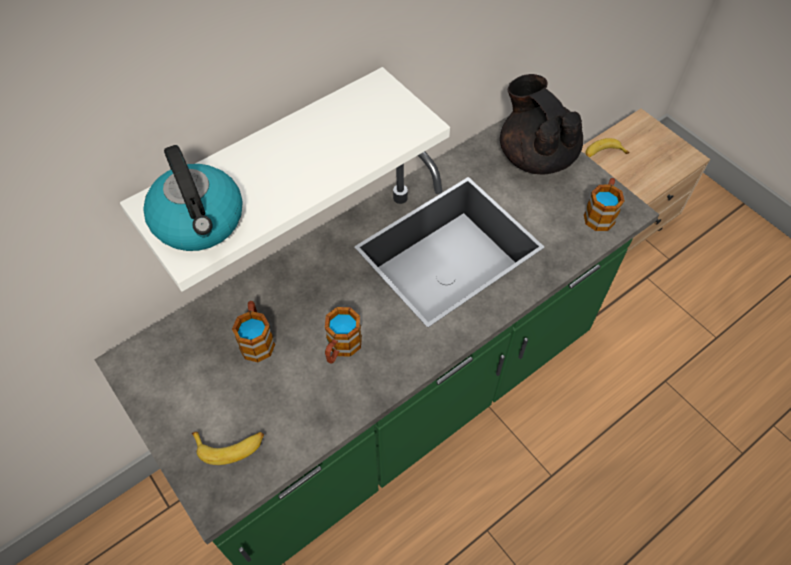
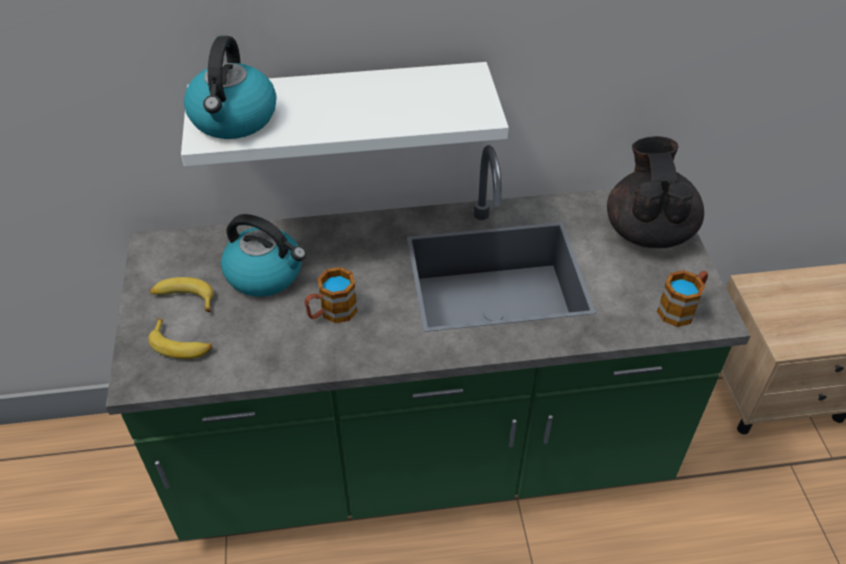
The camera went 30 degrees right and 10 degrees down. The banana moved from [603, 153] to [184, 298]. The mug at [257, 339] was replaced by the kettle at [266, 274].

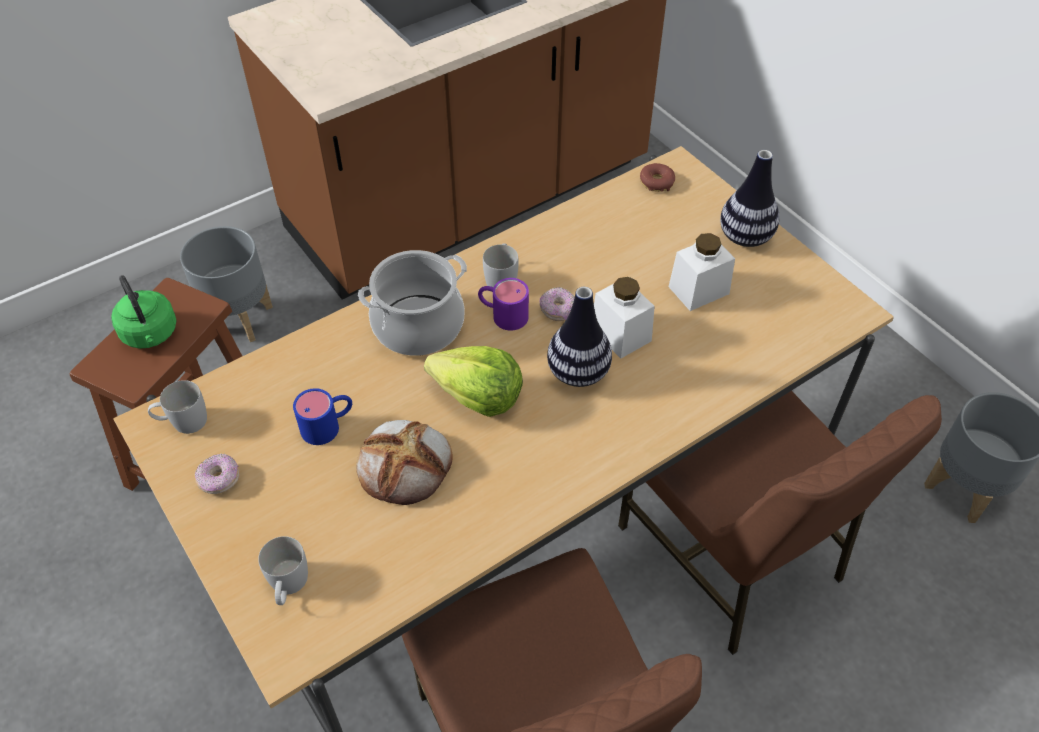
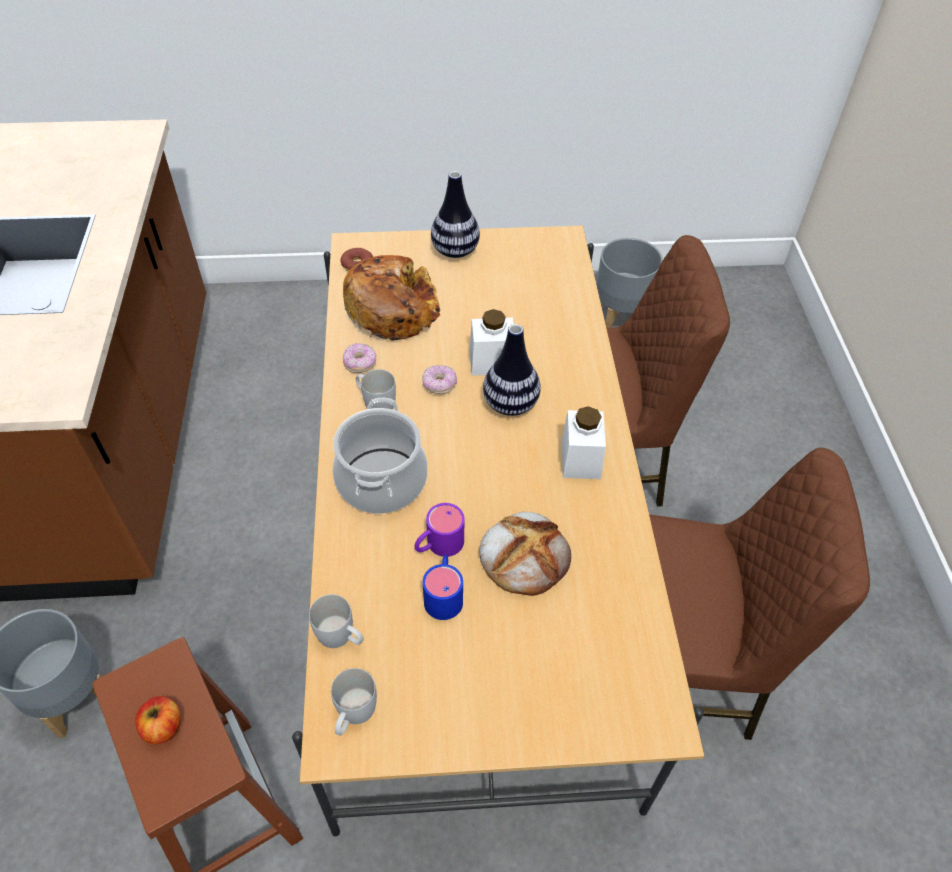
The camera went 60 degrees left and 0 degrees up. The jar (white) moved from [698, 290] to [580, 459]. The kettle (green) at [151, 335] was replaced by the apple at [163, 727]. The mug (purple) moved from [502, 314] to [438, 545]. The lettuce at [478, 397] disappeared. The donut moved from [219, 480] to [360, 363]. The mug (white) moved from [288, 586] to [341, 636]. The bread at [393, 308] appeared.

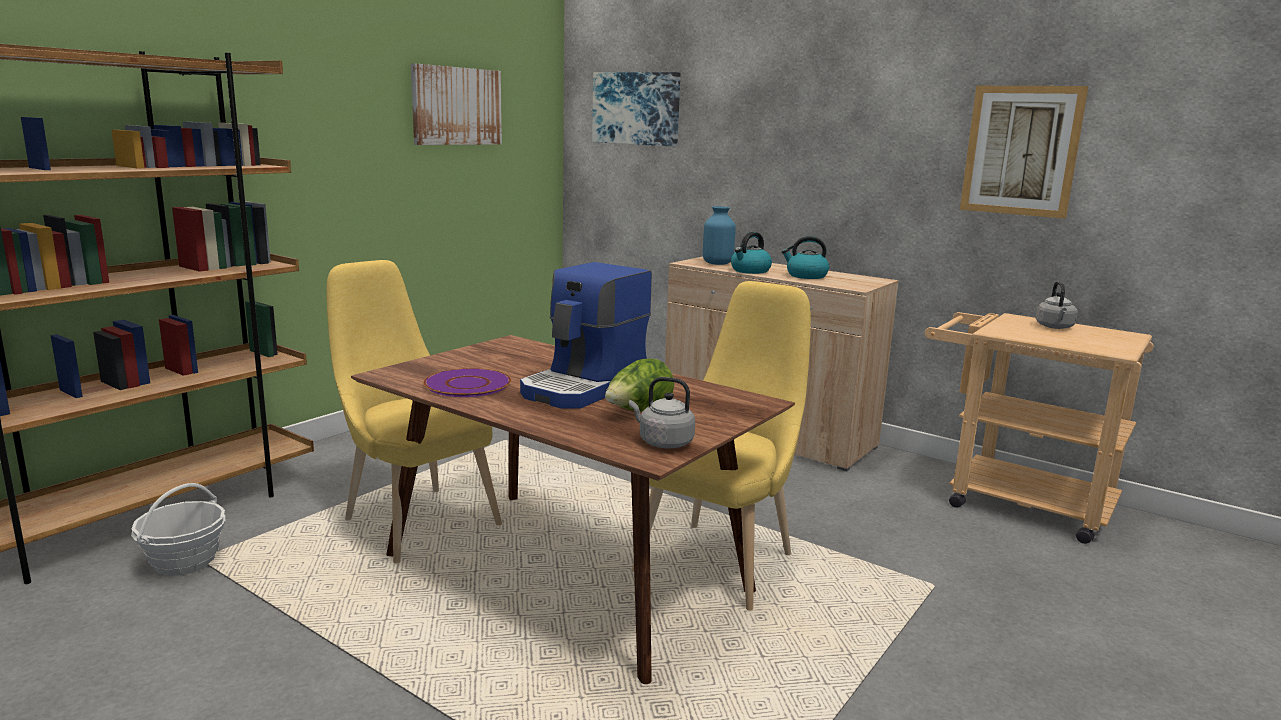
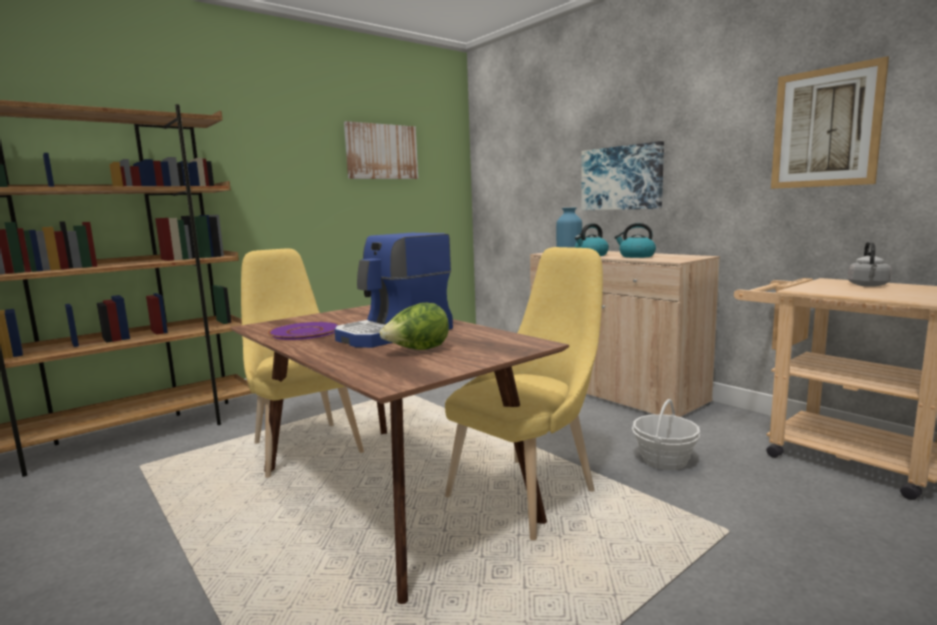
The camera went 15 degrees right and 5 degrees down. The picture moved from [636, 108] to [621, 178]. The kettle (grey) at [663, 442] disappeared. The basket moved from [184, 562] to [664, 460].

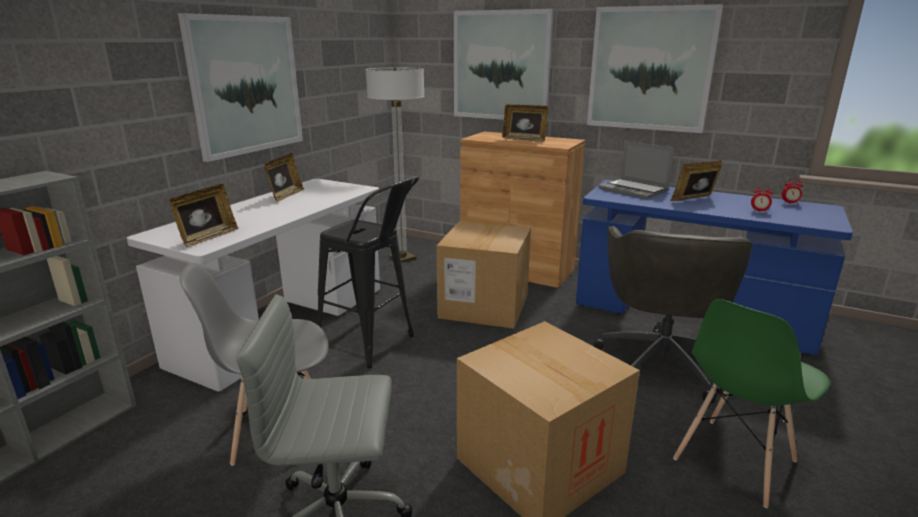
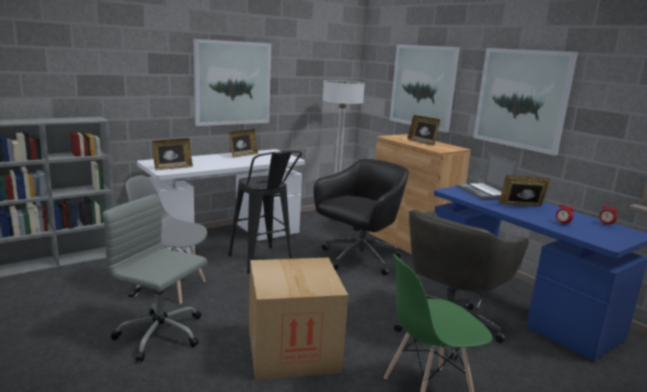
The camera went 25 degrees right and 5 degrees down. The cardboard box at [484, 306] was replaced by the office chair (black) at [358, 259].

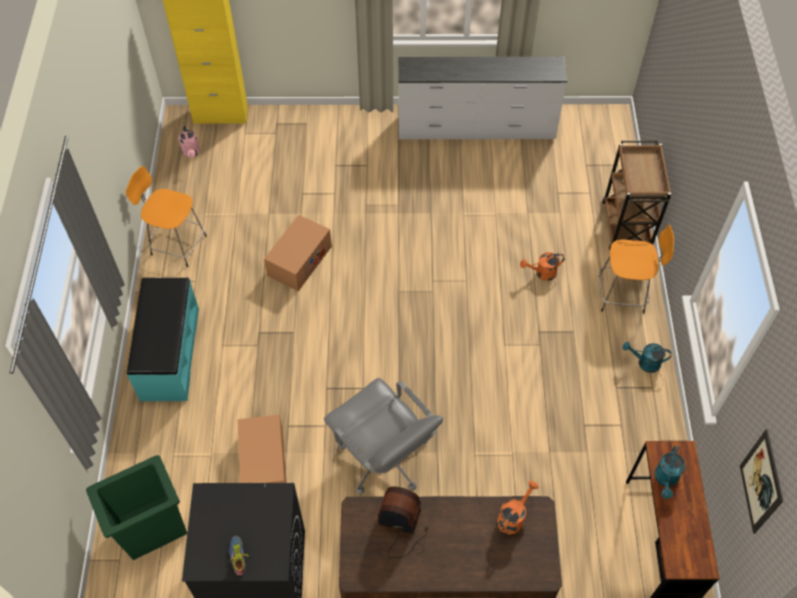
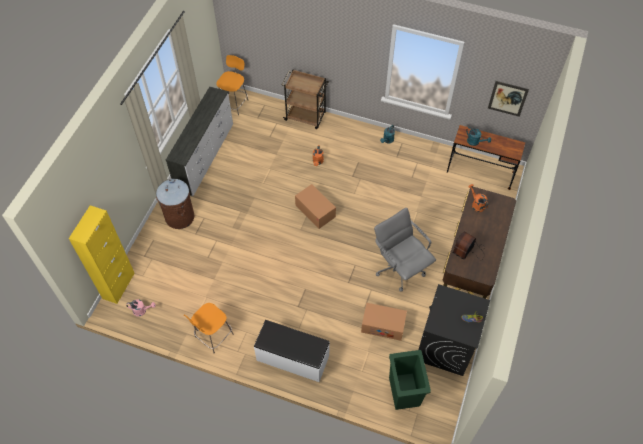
The camera went 70 degrees left and 0 degrees up. The cardboard box moved from [299, 261] to [315, 211]. The stool (orange) moved from [623, 294] to [234, 103]. The bench (turquoise) at [169, 353] became the bench (white) at [292, 358]. The office chair (grey) at [384, 458] turned 105 degrees counterclockwise. The trash can (brown) at [179, 217] appeared.

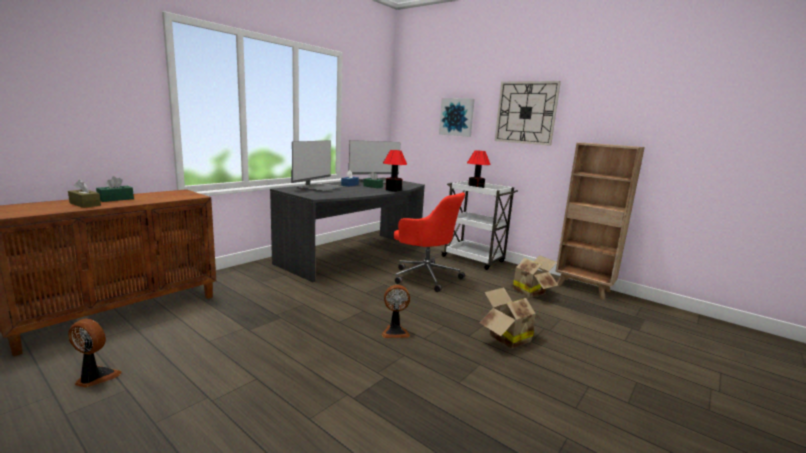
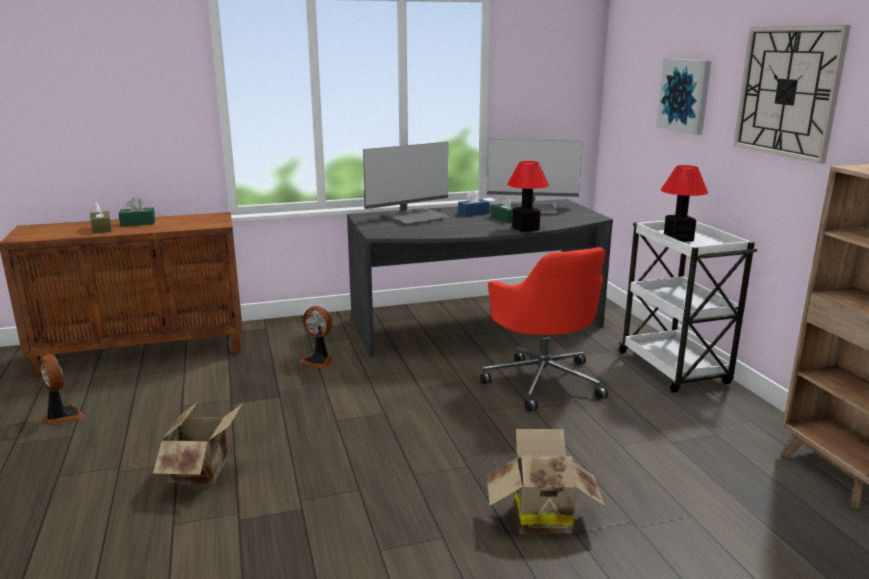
The camera went 35 degrees right and 5 degrees up. The cardboard box moved from [529, 291] to [204, 471]. The fan moved from [395, 332] to [319, 361].

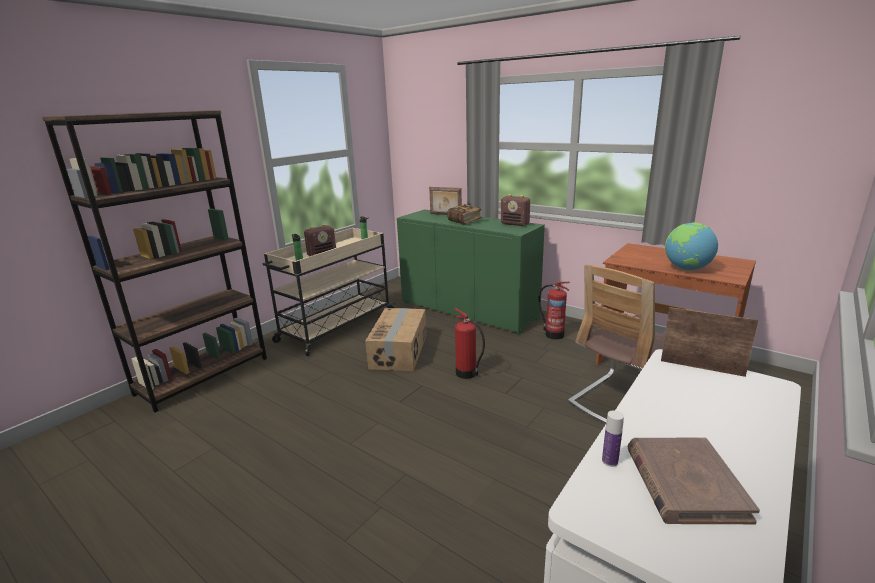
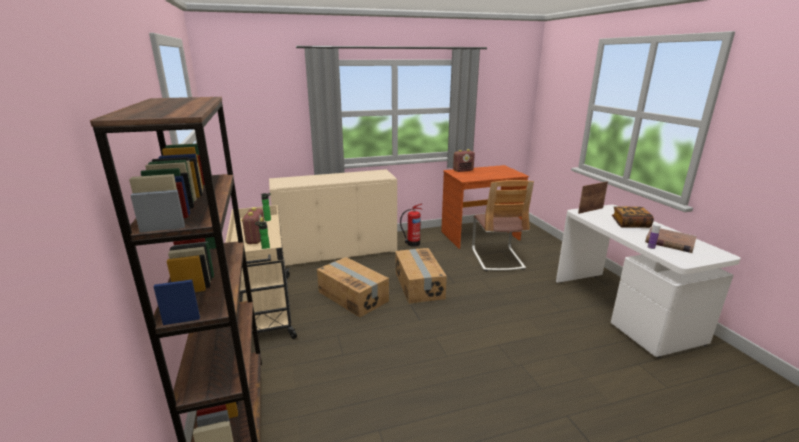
The camera went 55 degrees left and 0 degrees up. The picture frame at [445, 215] disappeared. The radio moved from [515, 224] to [463, 170]. The book moved from [464, 221] to [630, 224]. The cabinet (green) at [468, 310] became the cabinet (beige) at [337, 252]. The globe at [686, 269] disappeared. The fire extinguisher at [467, 374] was replaced by the cardboard box at [418, 285].

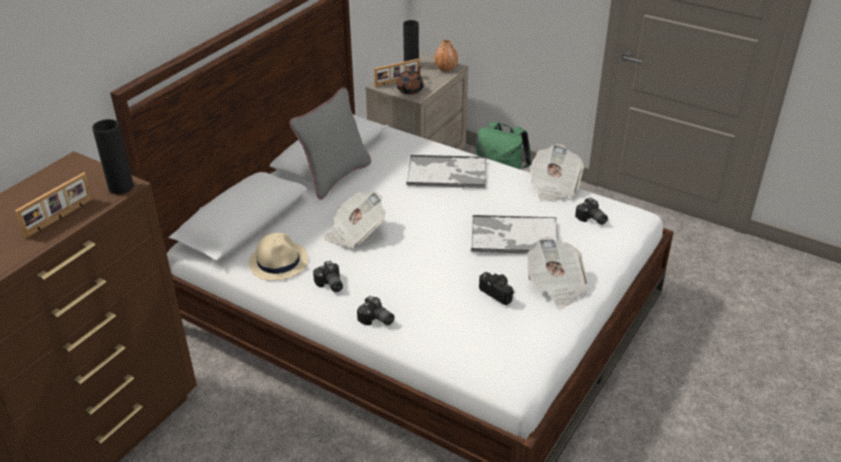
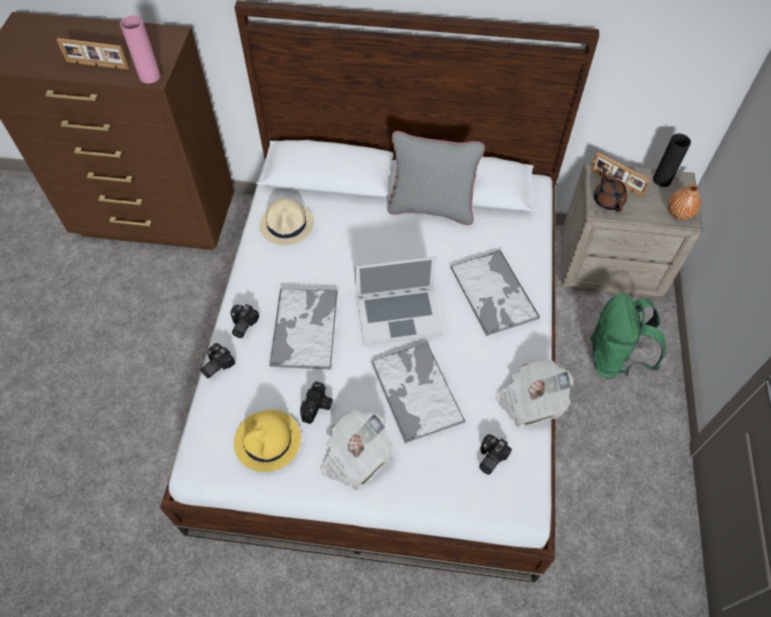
The camera went 65 degrees right and 20 degrees up. The teapot (brown) at [410, 89] turned 105 degrees counterclockwise. The vase (black) at [121, 187] became the vase (pink) at [150, 76]. The newspaper at [355, 233] disappeared. The photo camera moved from [329, 285] to [215, 365]. The laptop at [399, 315] appeared. The tray at [304, 327] appeared. The hat (yellow) at [268, 441] appeared.

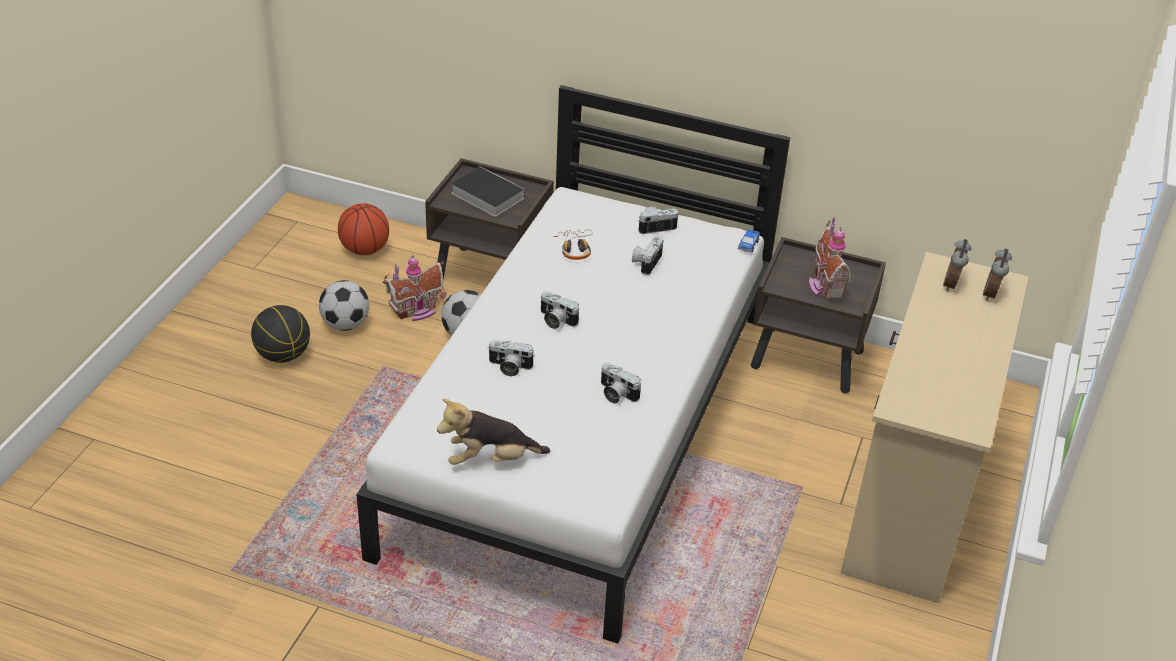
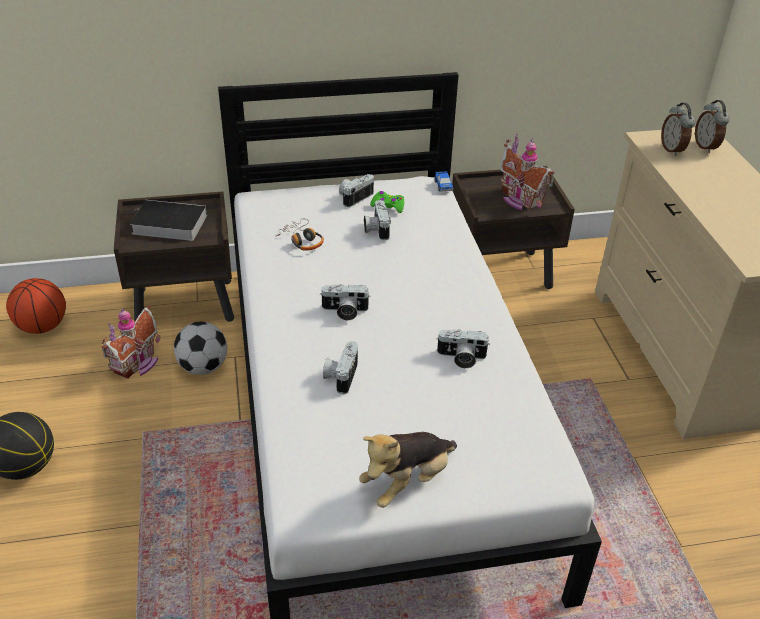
The camera went 30 degrees left and 0 degrees up. The football at [346, 324] disappeared. The photo camera at [509, 367] turned 120 degrees clockwise. The game controller (green) at [388, 205] appeared.

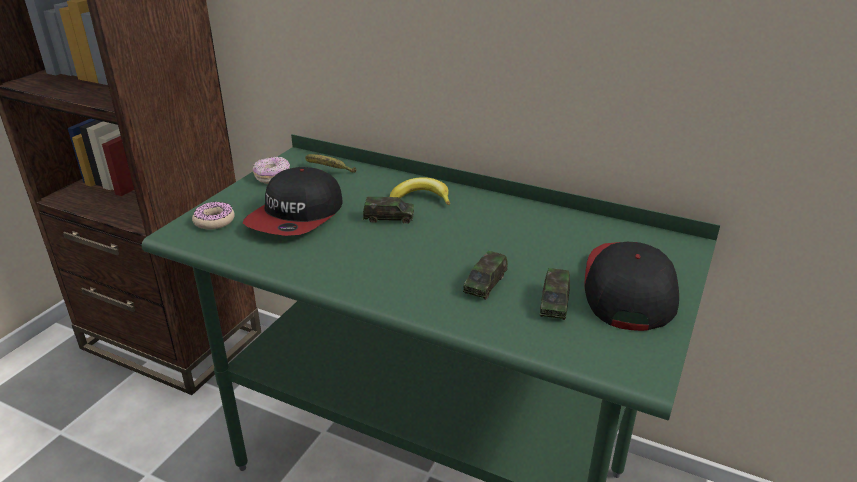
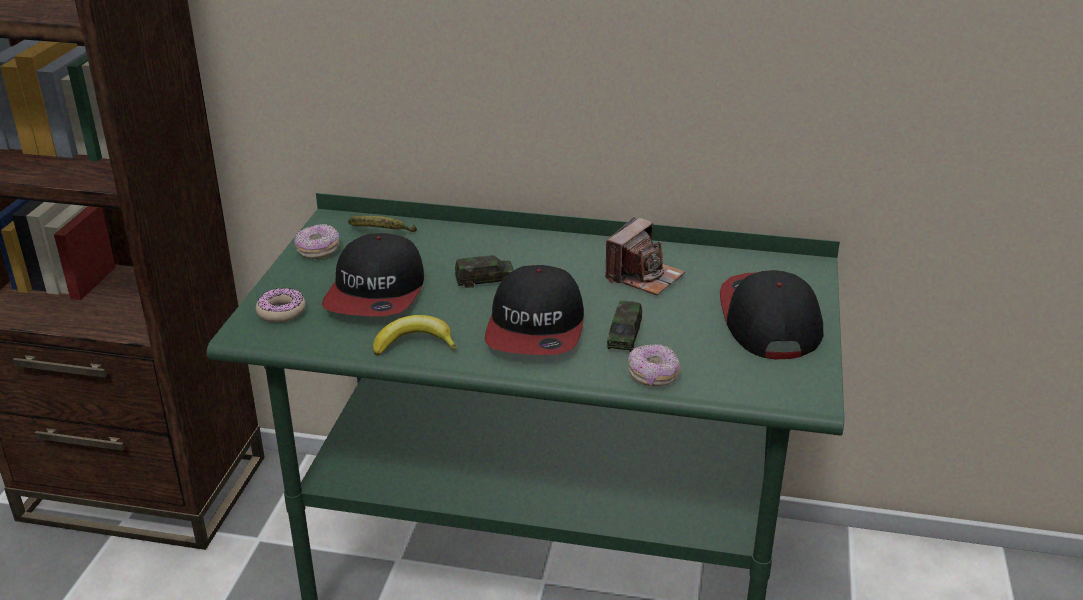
The camera went 15 degrees left and 0 degrees up. The banana moved from [421, 198] to [414, 344]. The toy car at [554, 303] disappeared. The photo camera at [643, 276] appeared. The cap at [536, 328] appeared. The donut at [653, 375] appeared.

